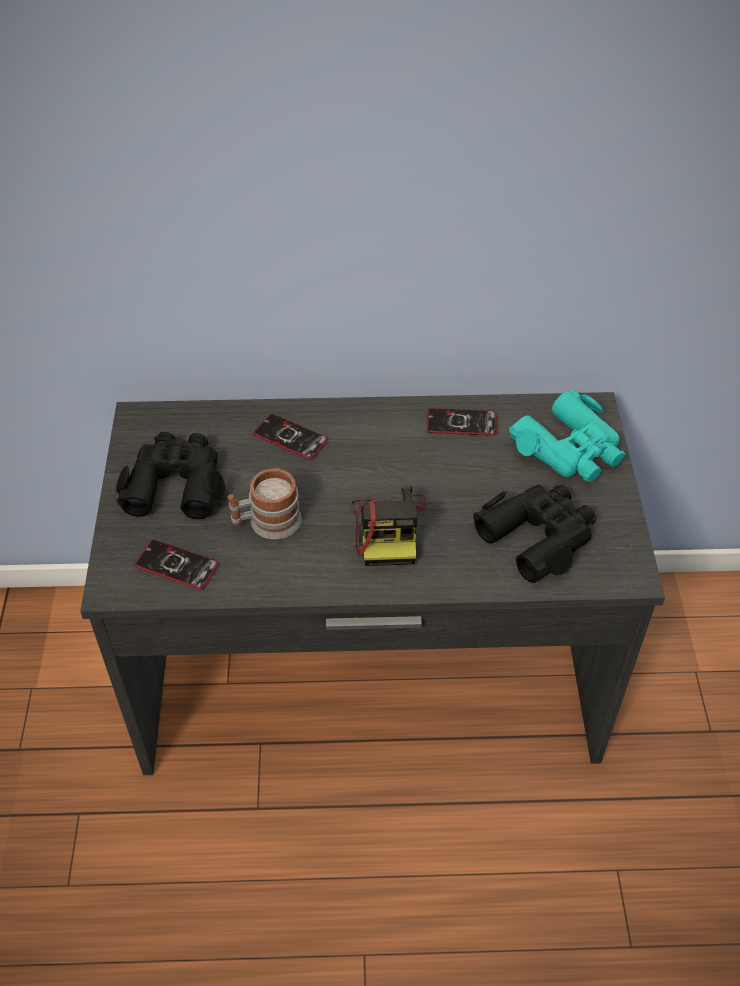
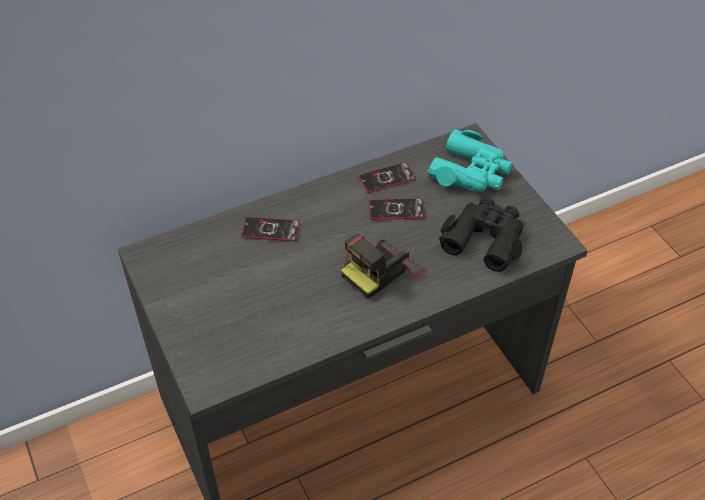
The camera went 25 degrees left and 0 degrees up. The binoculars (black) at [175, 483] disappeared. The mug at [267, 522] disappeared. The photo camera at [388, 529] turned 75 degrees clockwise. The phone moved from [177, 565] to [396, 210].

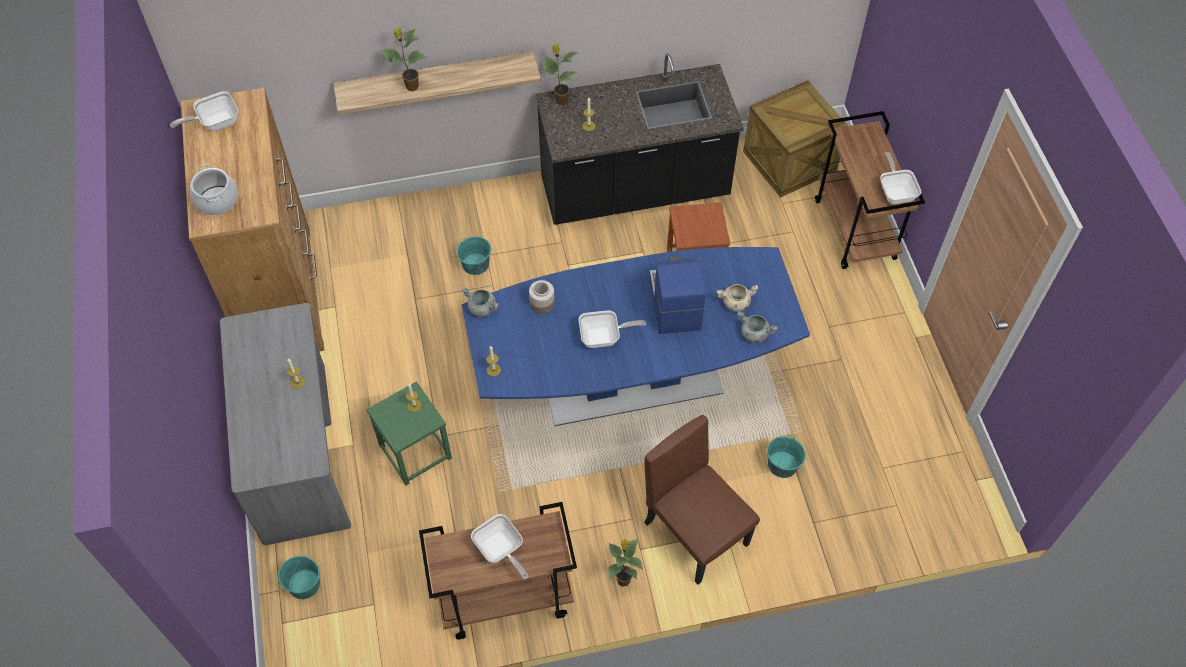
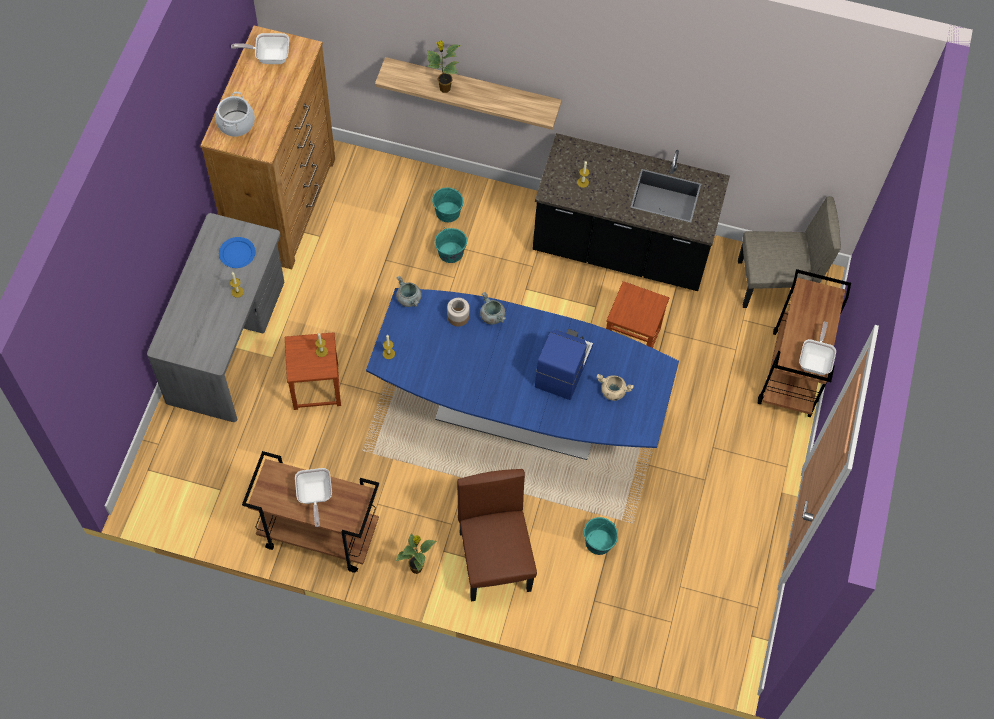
The camera went 25 degrees right and 5 degrees up. The potted plant at [561, 100] disappeared. The crate at [789, 161] was replaced by the chair (beige) at [774, 284]. The frying pan at [604, 337] disappeared. The cooking pot (grey) moved from [754, 334] to [492, 316]. The stool (green) at [416, 451] became the stool (brown) at [316, 386]. The bucket (turquoise) moved from [304, 584] to [448, 212]. The plate (blue) at [237, 253] appeared.

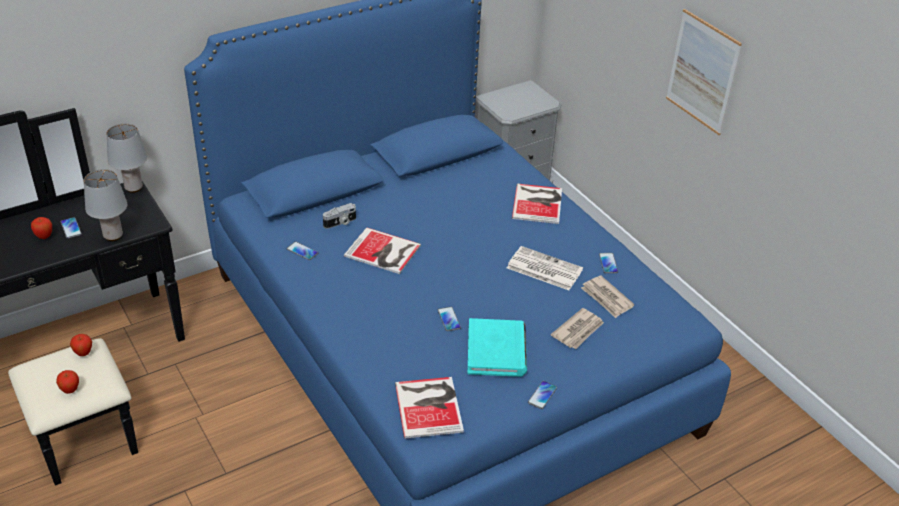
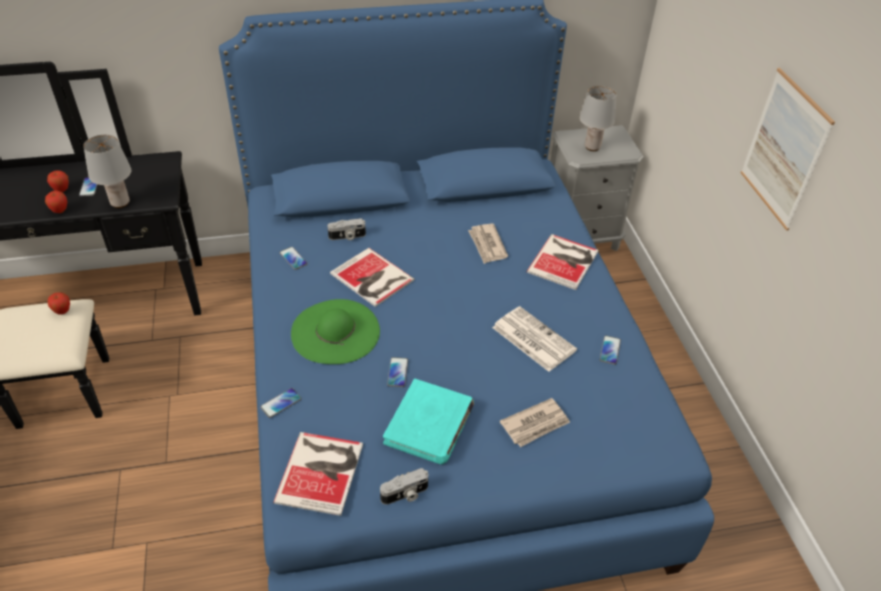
The camera went 20 degrees right and 5 degrees up. The table lamp (grey) moved from [134, 188] to [592, 147]. The newspaper moved from [606, 298] to [487, 245]. The apple moved from [70, 390] to [60, 211]. The phone moved from [542, 395] to [281, 403]. The hat (green) at [335, 331] appeared. The photo camera at [405, 494] appeared.

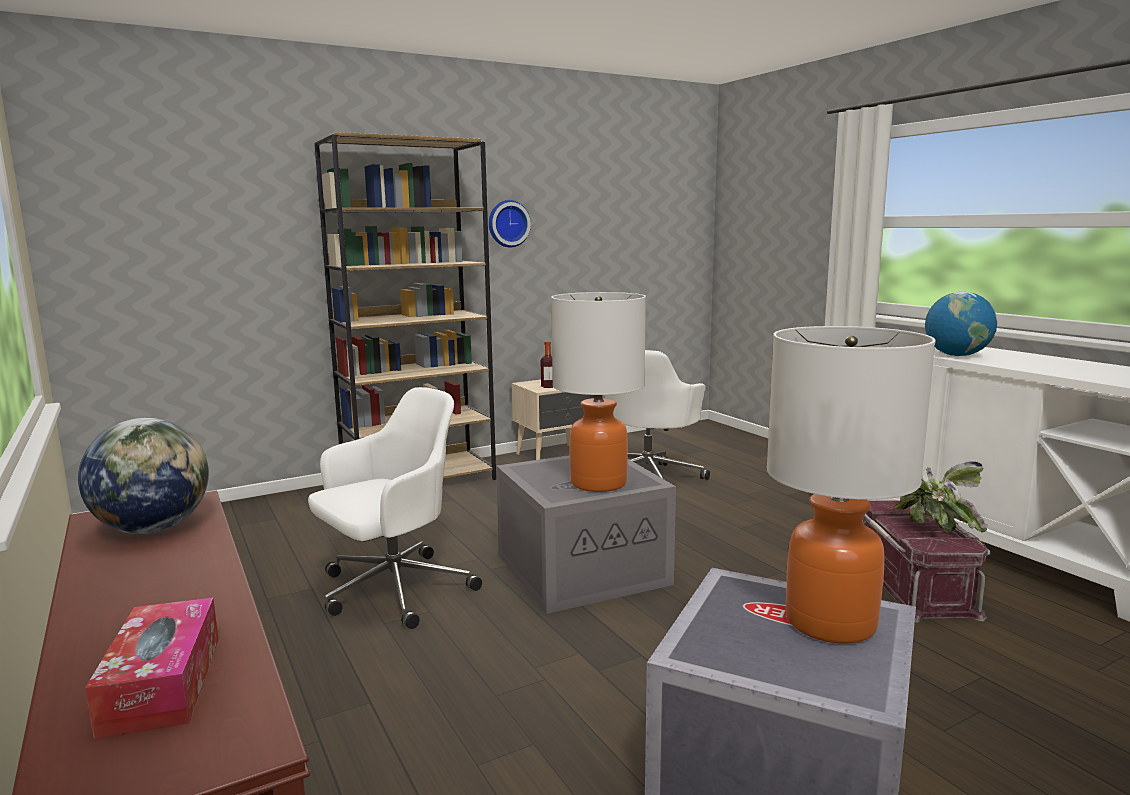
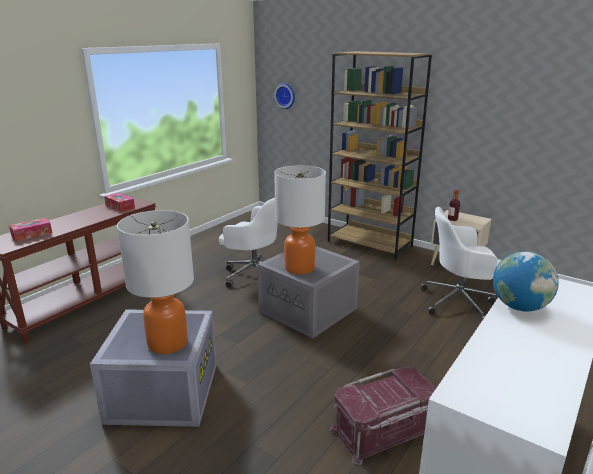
The camera went 65 degrees right and 10 degrees up. The wall clock moved from [508, 223] to [286, 95]. The globe at [154, 529] was replaced by the tissue box at [120, 206]. The potted plant at [933, 530] disappeared.

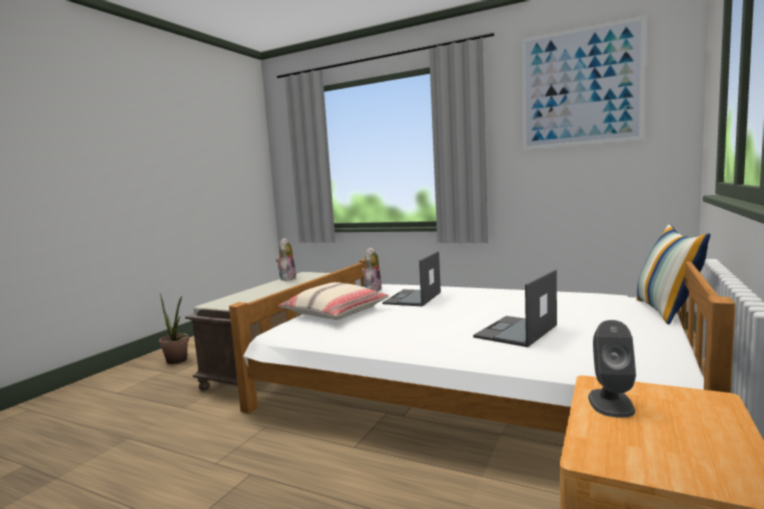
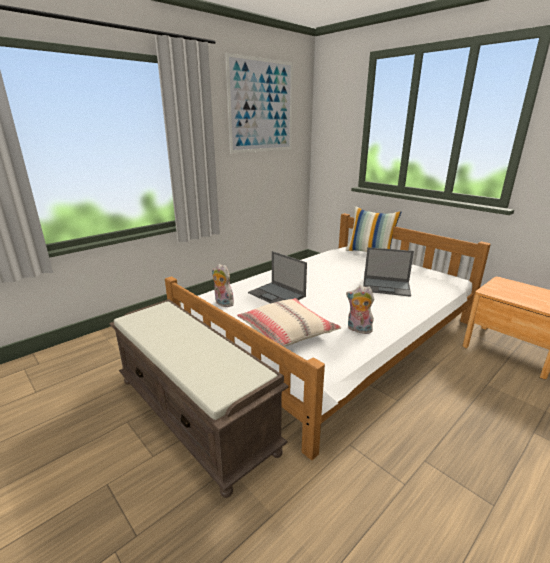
The camera went 70 degrees left and 15 degrees up. The plush toy moved from [287, 278] to [358, 330]. The laptop at [516, 331] turned 45 degrees counterclockwise. The potted plant at [178, 361] disappeared. The speaker (grey) at [610, 403] disappeared.

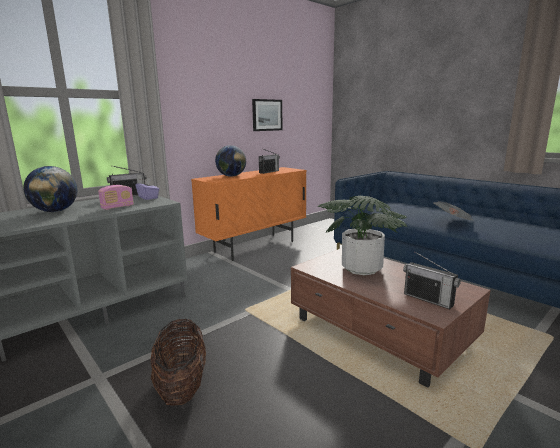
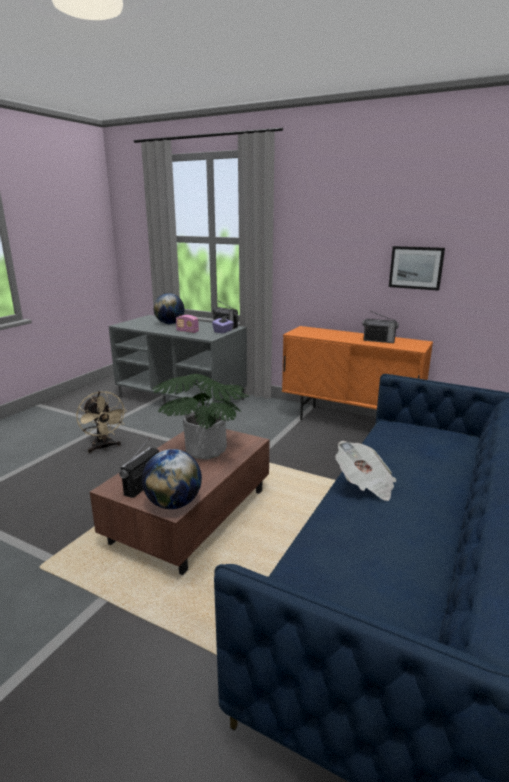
The camera went 70 degrees right and 5 degrees up. The globe moved from [231, 176] to [173, 504]. The basket at [182, 385] was replaced by the fan (beige) at [104, 447].

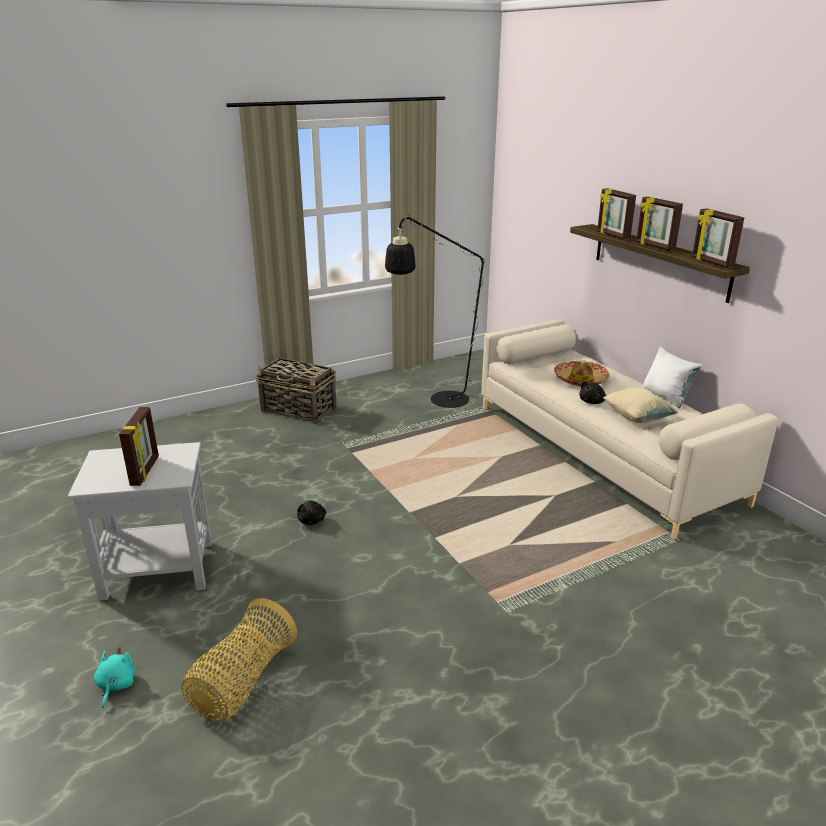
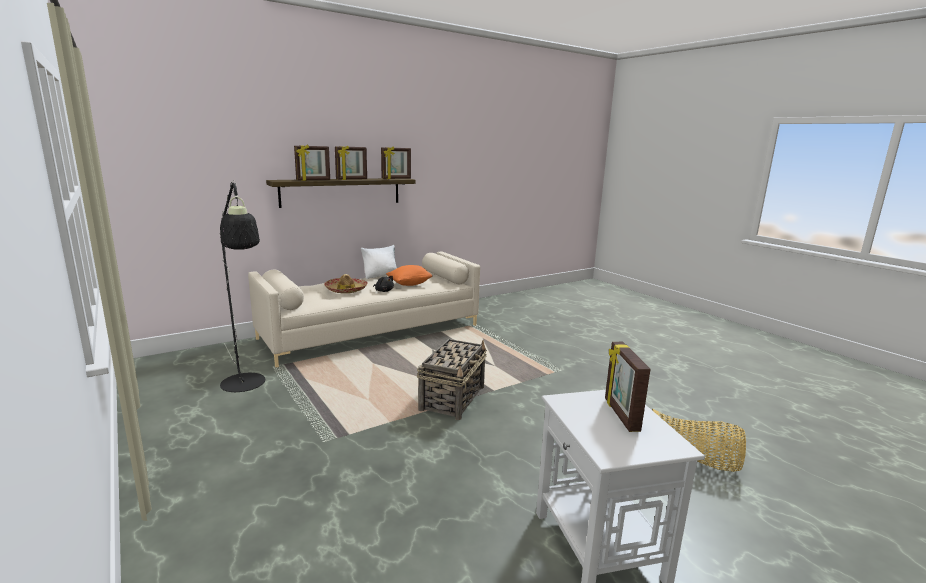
The camera went 95 degrees left and 10 degrees down. The basket moved from [299, 410] to [453, 398]. The pillow (beige) at [637, 417] became the pillow (orange) at [409, 284]. The picture frame at [146, 471] turned 90 degrees counterclockwise. The plush toy (black) at [312, 520] disappeared. The plush toy (turquoise) at [116, 685] disappeared.

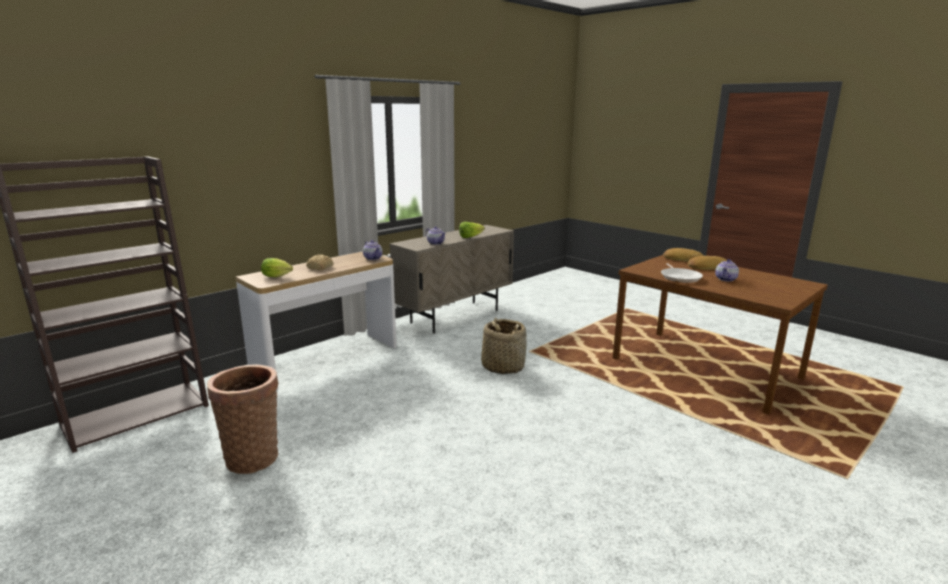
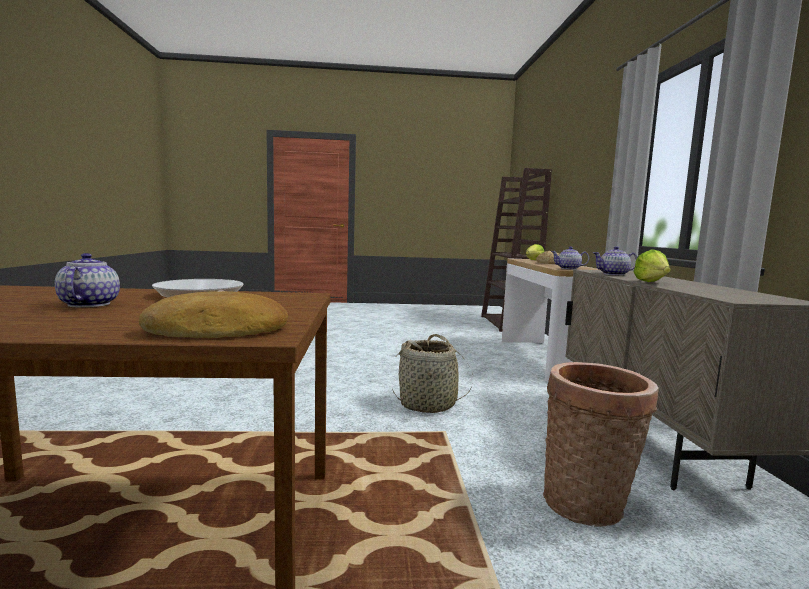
The camera went 130 degrees right and 10 degrees down. The bread at [707, 267] disappeared. The basket moved from [253, 456] to [588, 505].

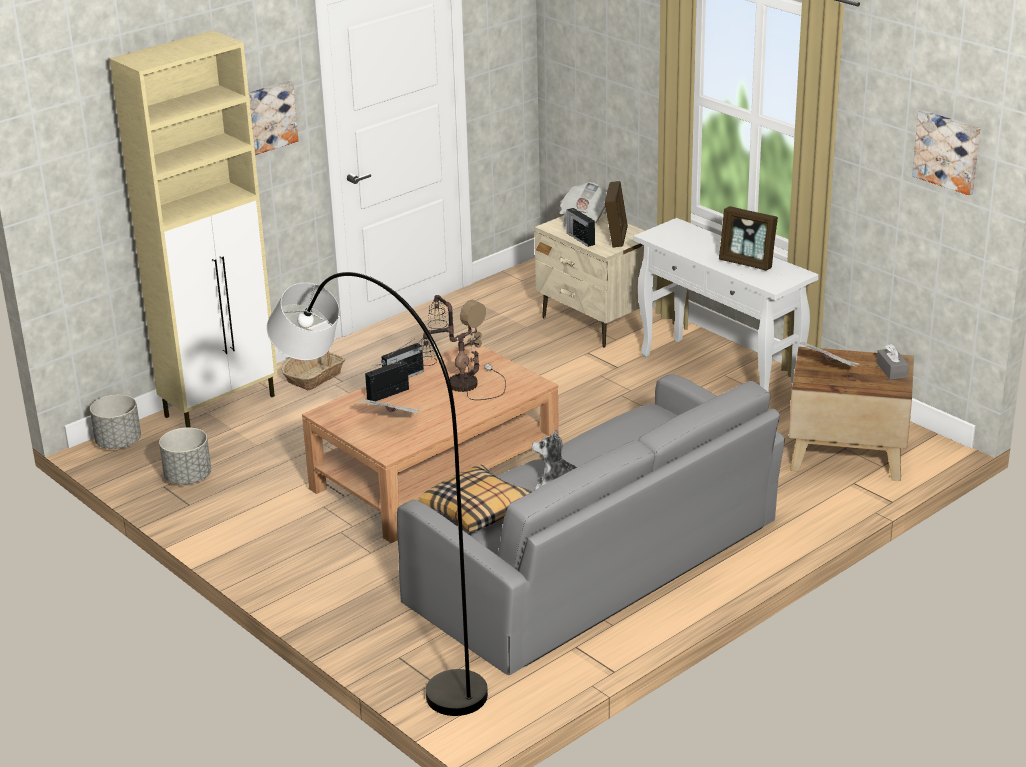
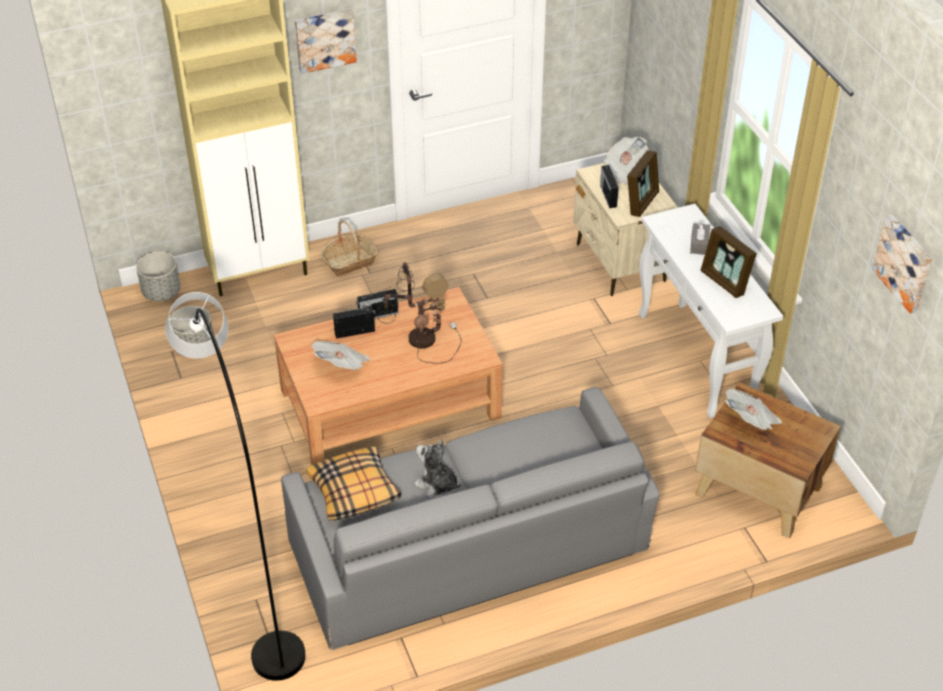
The camera went 20 degrees right and 15 degrees up. The tissue box (grey) moved from [891, 370] to [699, 244].

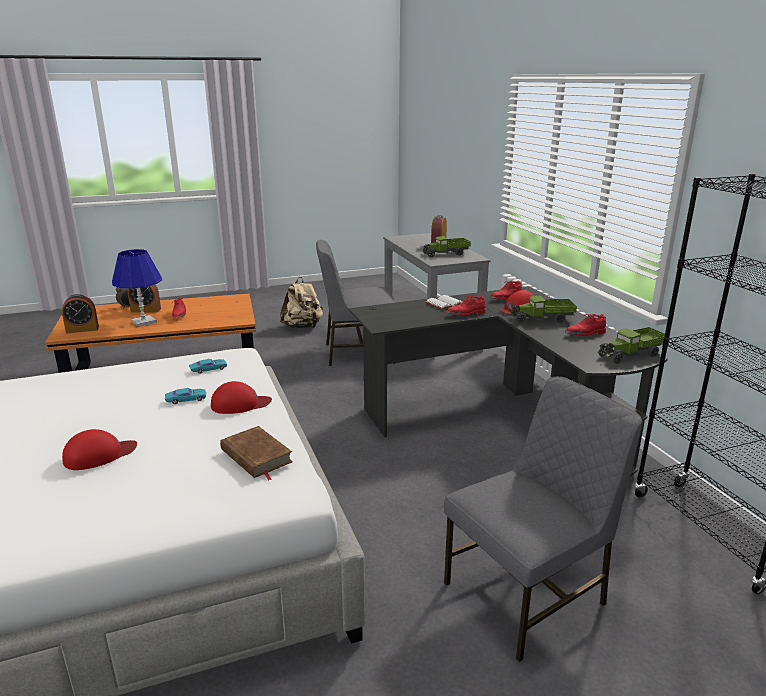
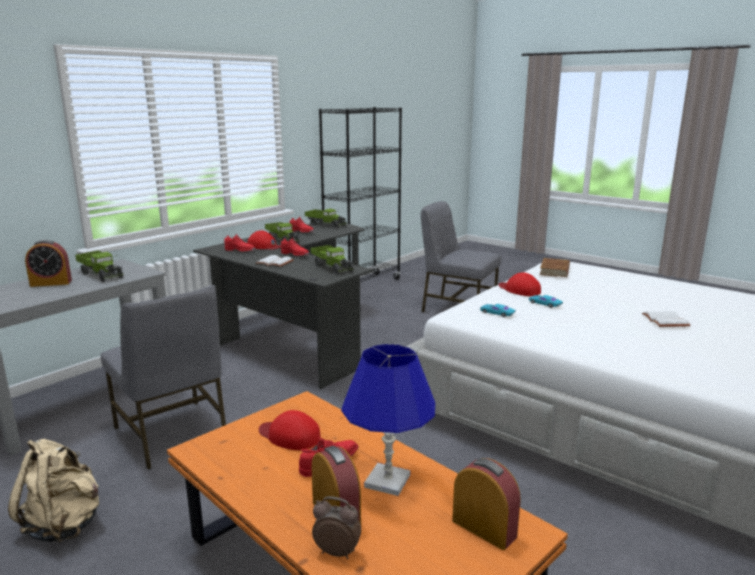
The camera went 120 degrees left and 5 degrees down. The cap (red) moved from [99, 455] to [289, 435]. The toy truck at [332, 267] appeared. The book (white) at [663, 320] appeared.

